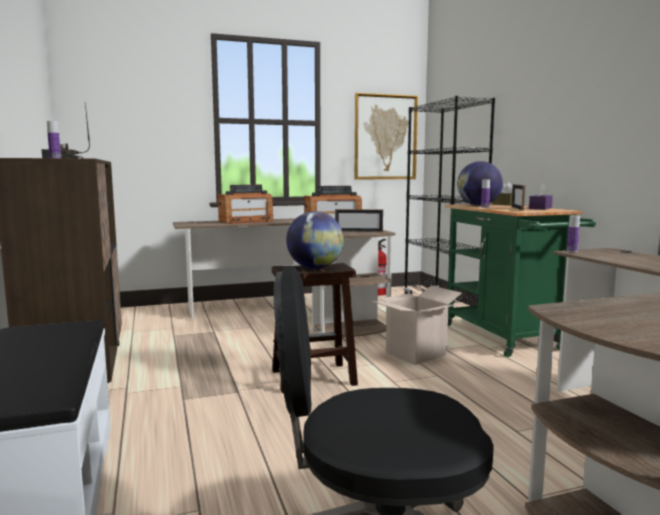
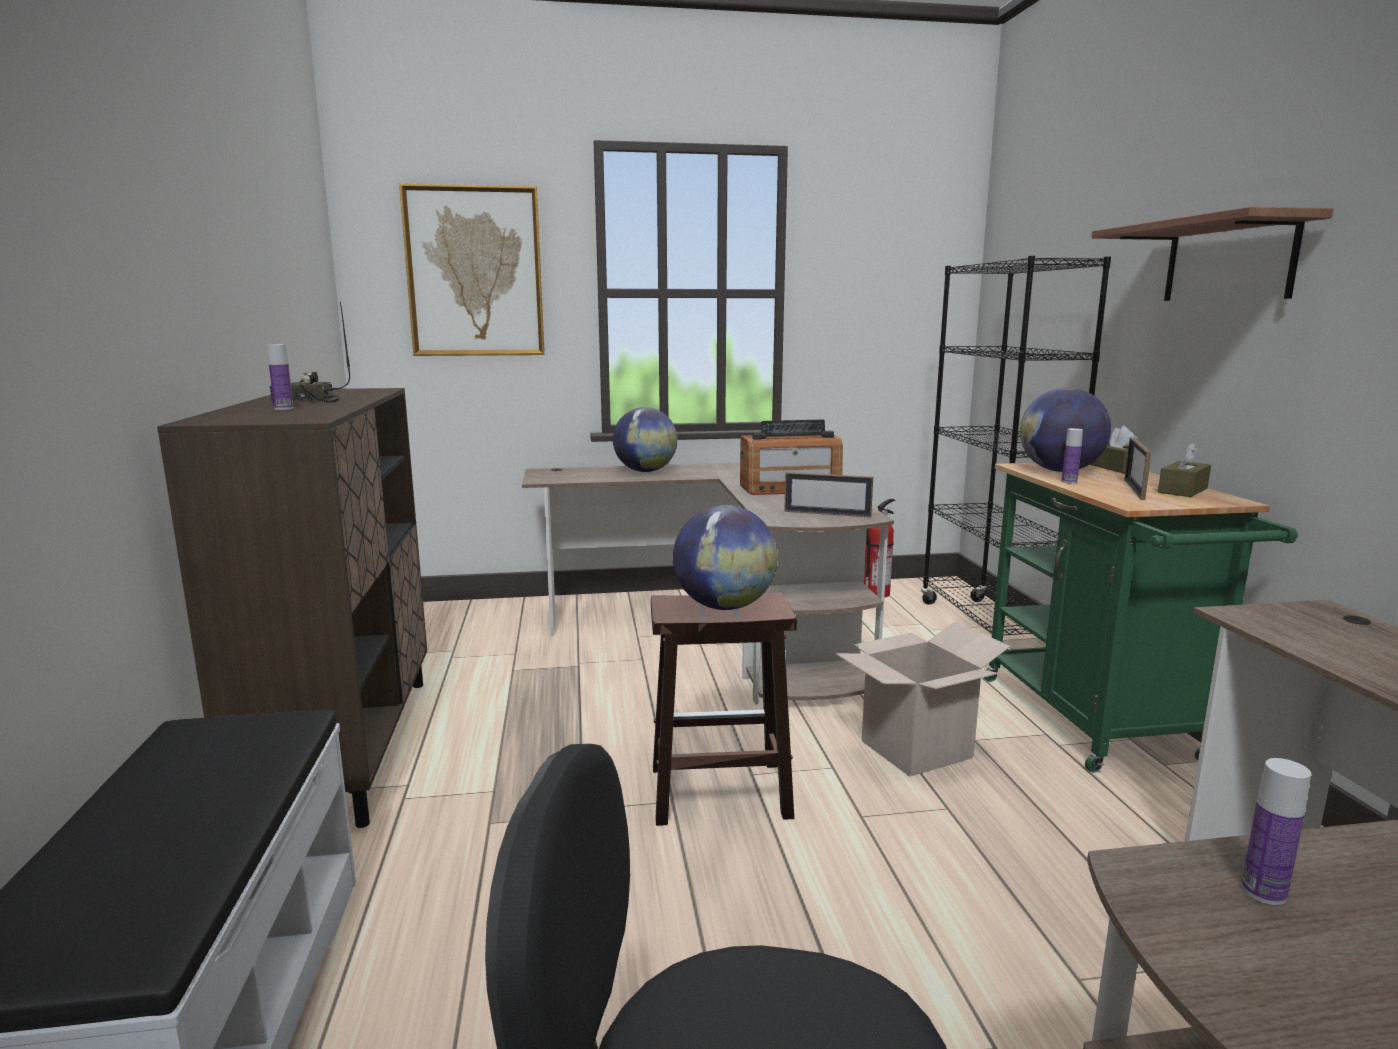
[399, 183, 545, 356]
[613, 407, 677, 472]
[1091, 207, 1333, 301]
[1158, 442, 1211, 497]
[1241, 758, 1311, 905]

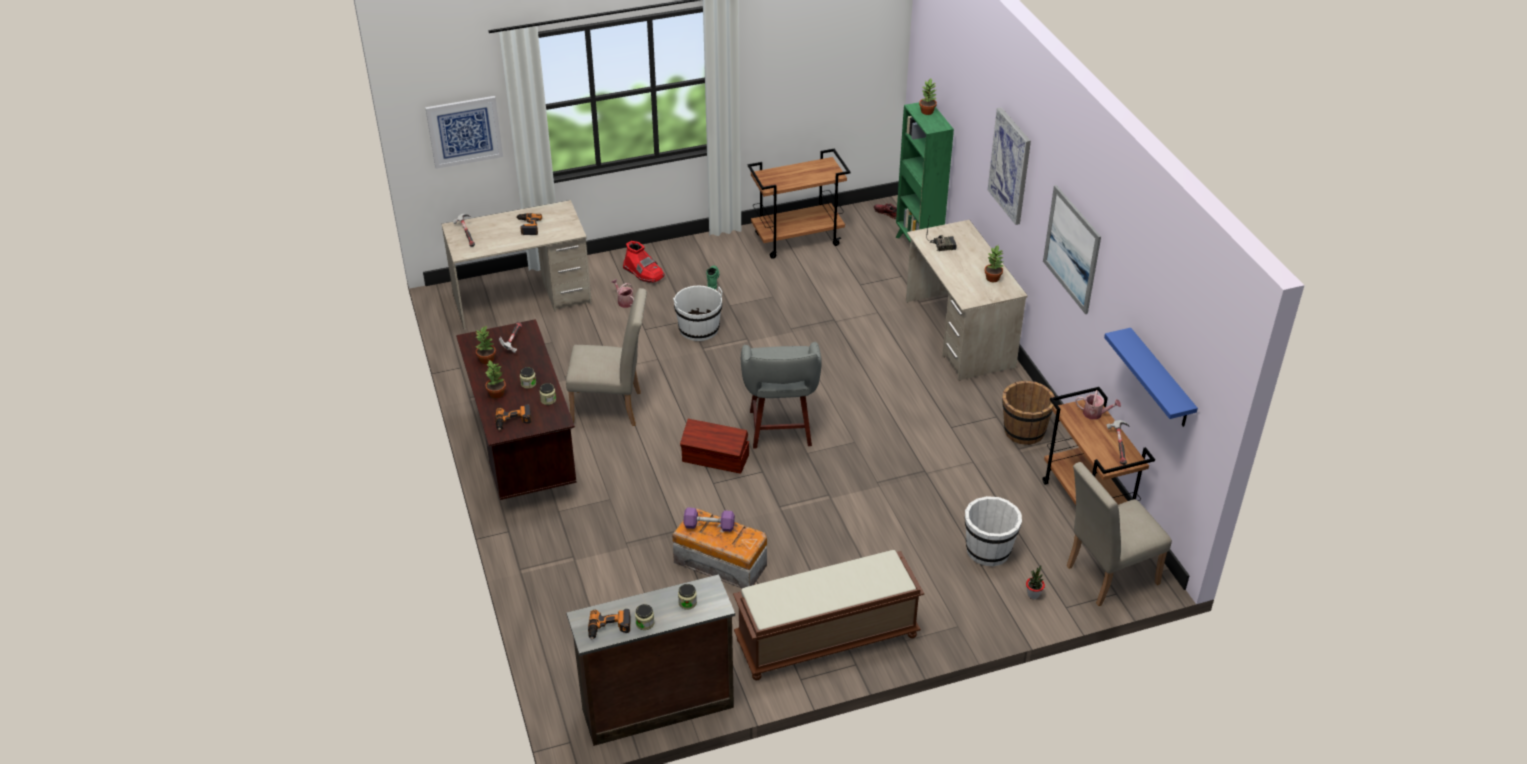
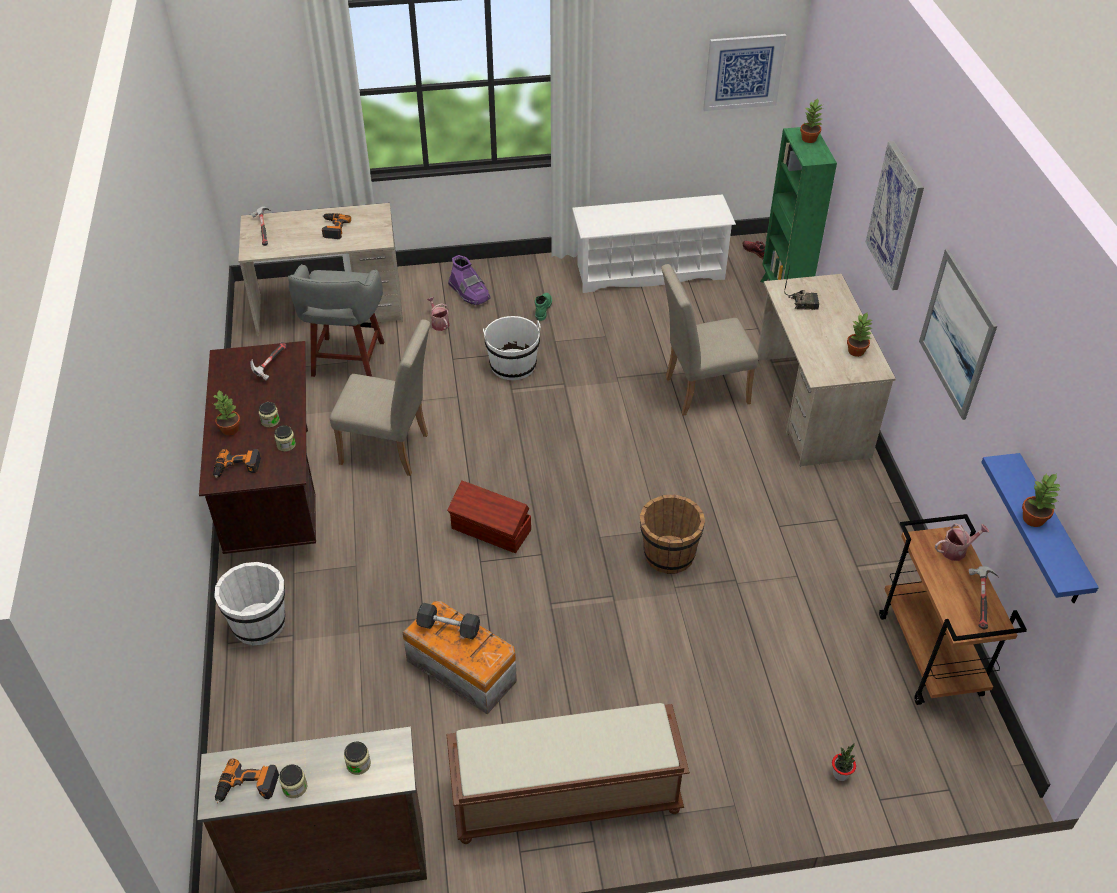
[214, 562, 285, 645]
[288, 264, 384, 377]
[416, 603, 480, 639]
[448, 255, 491, 305]
[572, 194, 736, 293]
[640, 495, 705, 574]
[661, 264, 758, 416]
[703, 34, 786, 111]
[935, 523, 989, 561]
[1022, 473, 1060, 527]

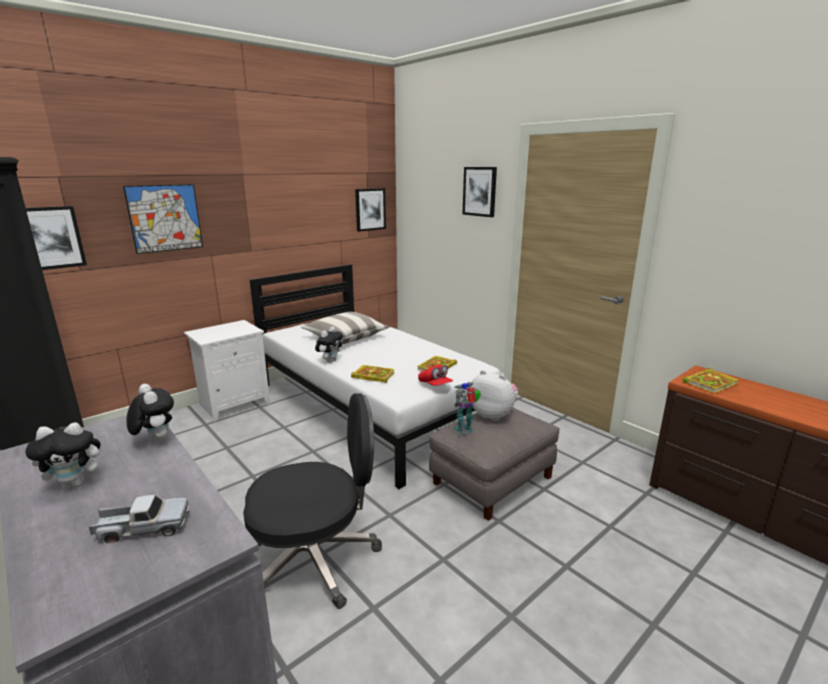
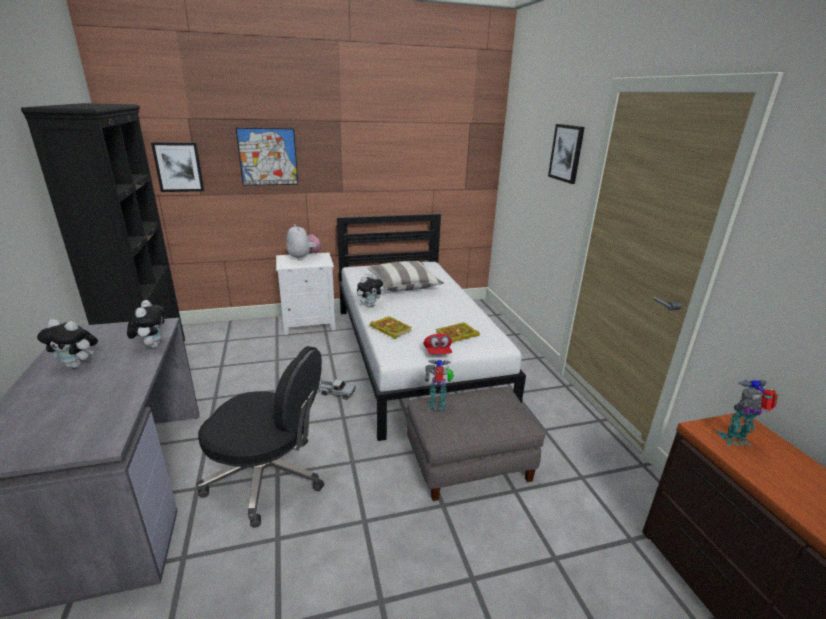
[286, 224, 321, 260]
[318, 379, 356, 400]
[717, 380, 778, 446]
[355, 188, 386, 232] (first image)

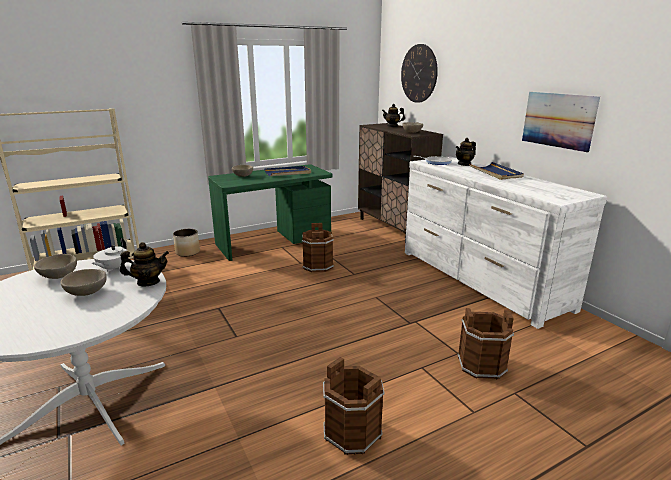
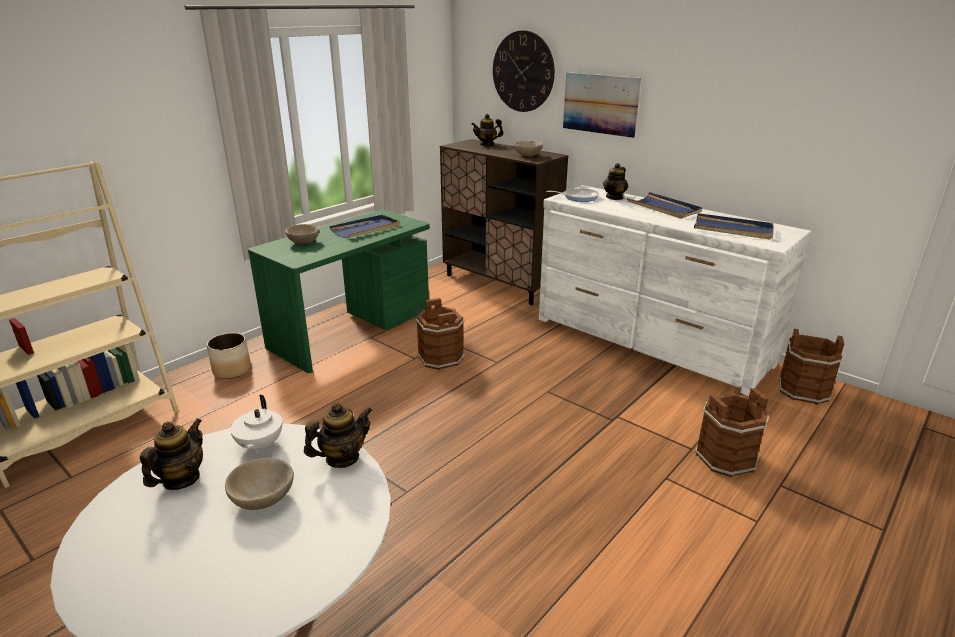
[140, 418, 203, 490]
[563, 72, 641, 138]
[694, 213, 774, 240]
[779, 329, 844, 405]

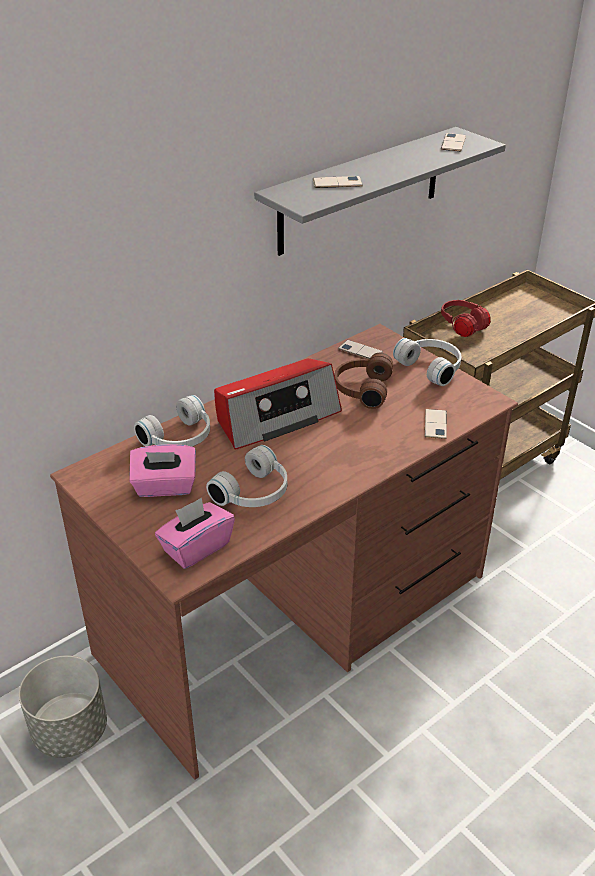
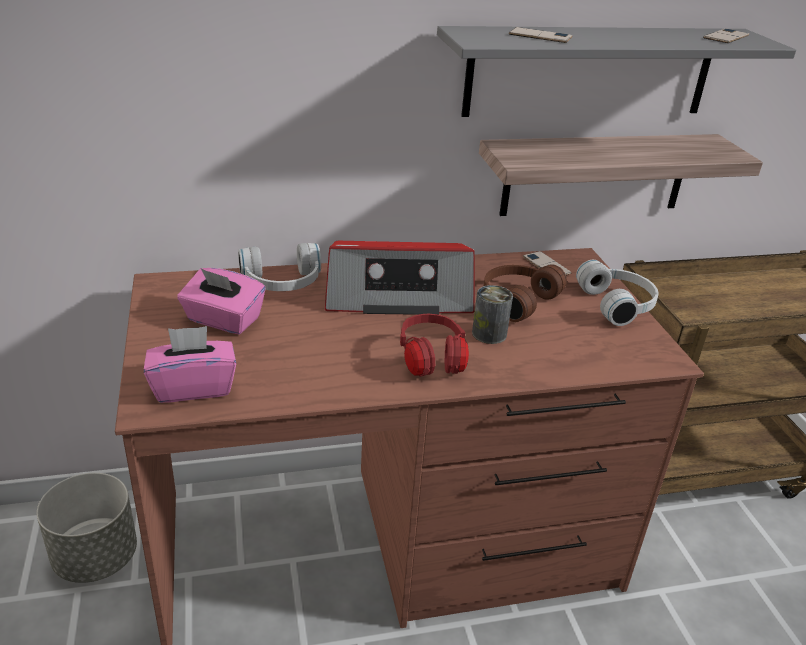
[400, 314, 469, 377]
[472, 285, 513, 344]
[479, 134, 763, 216]
[206, 445, 287, 507] (first image)
[425, 409, 447, 439] (first image)

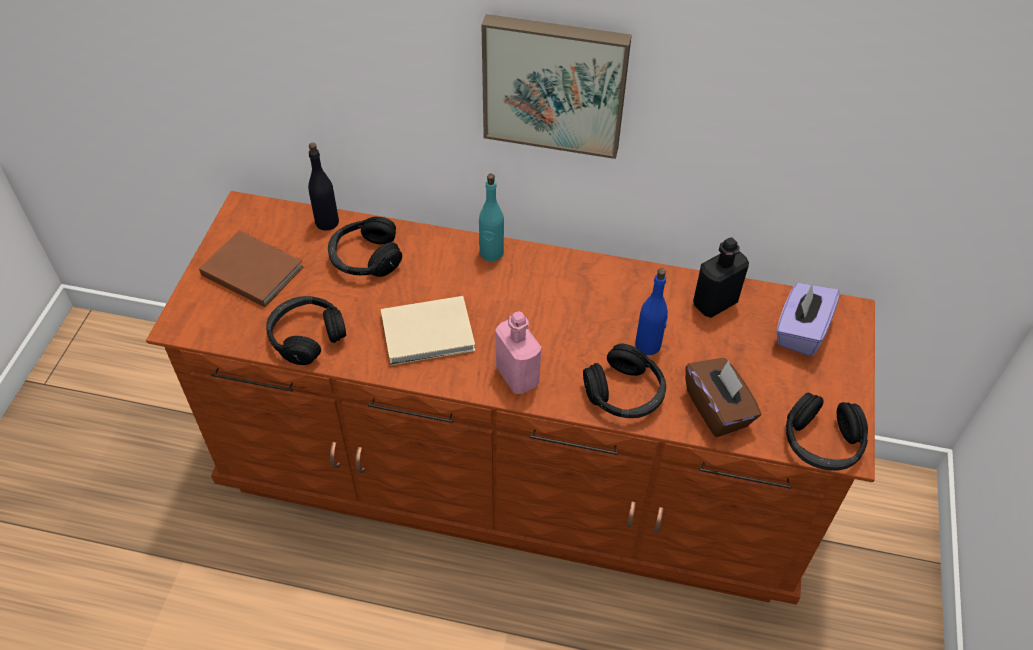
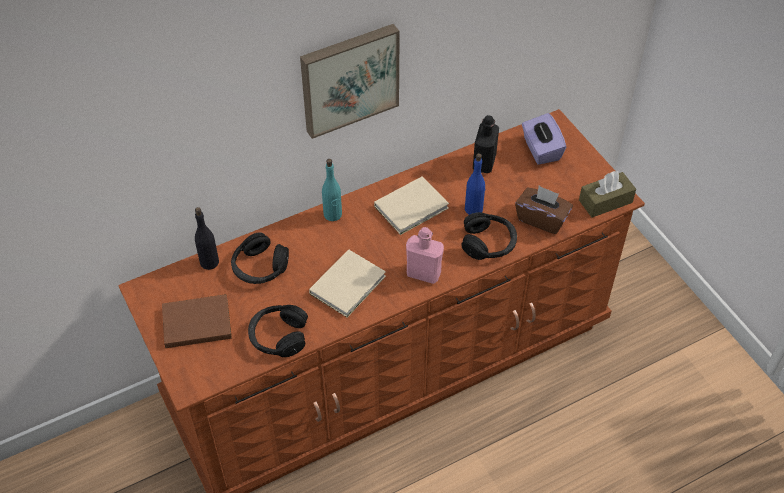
[374, 176, 449, 235]
[579, 171, 636, 218]

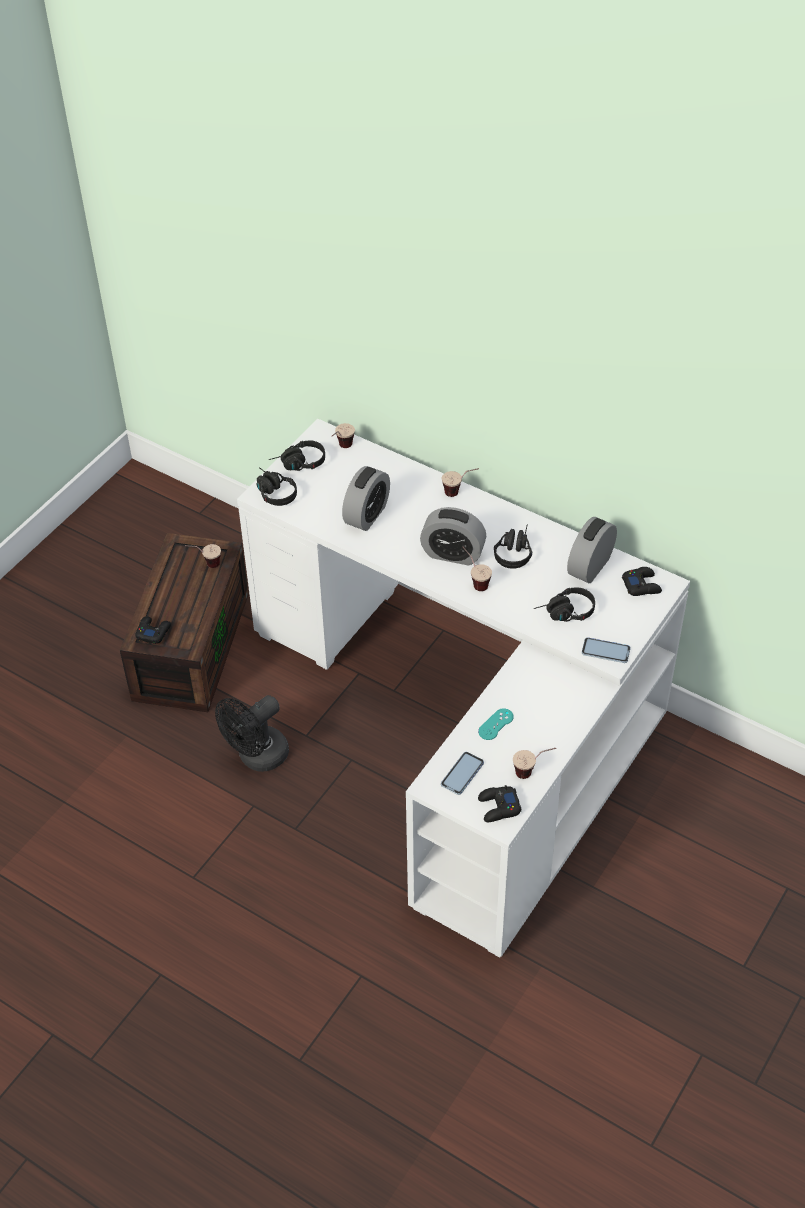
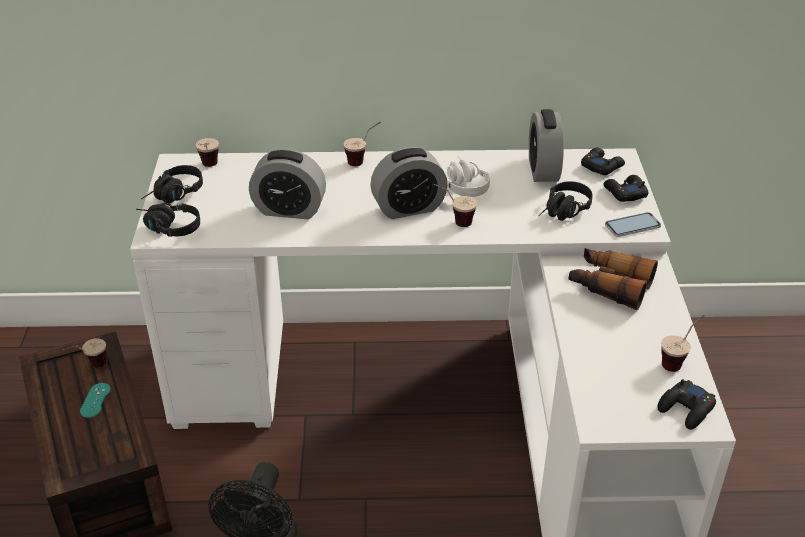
[80, 383, 111, 418]
[249, 149, 326, 219]
[447, 156, 490, 197]
[568, 248, 658, 310]
[604, 175, 648, 202]
[441, 752, 484, 795] (first image)

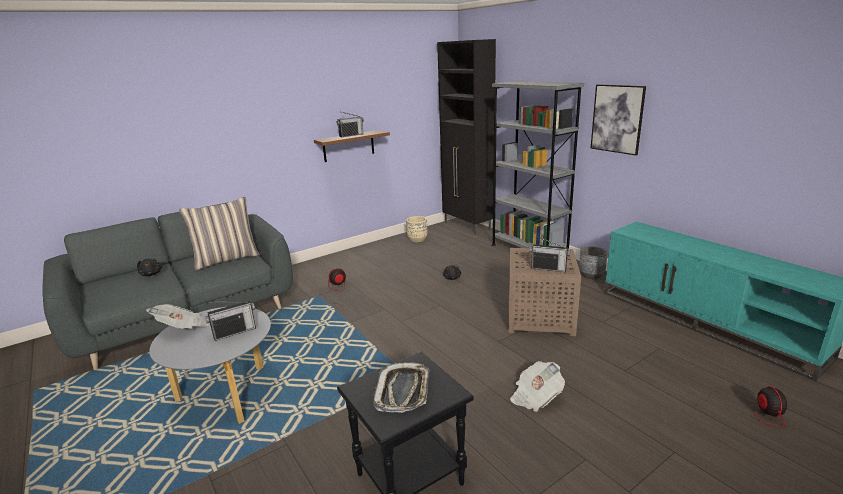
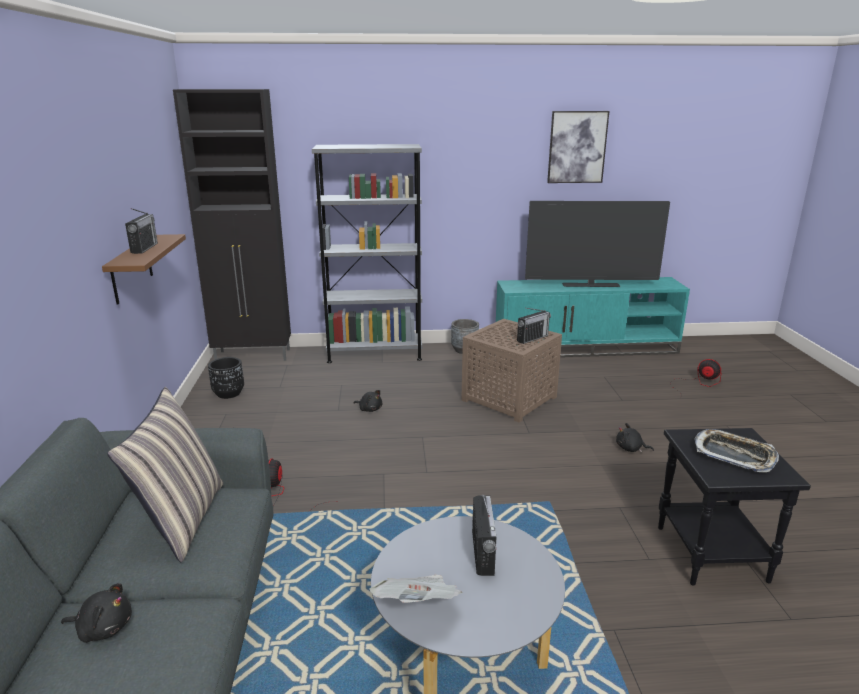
[208, 357, 244, 399]
[525, 201, 670, 287]
[547, 111, 609, 183]
[616, 423, 654, 453]

